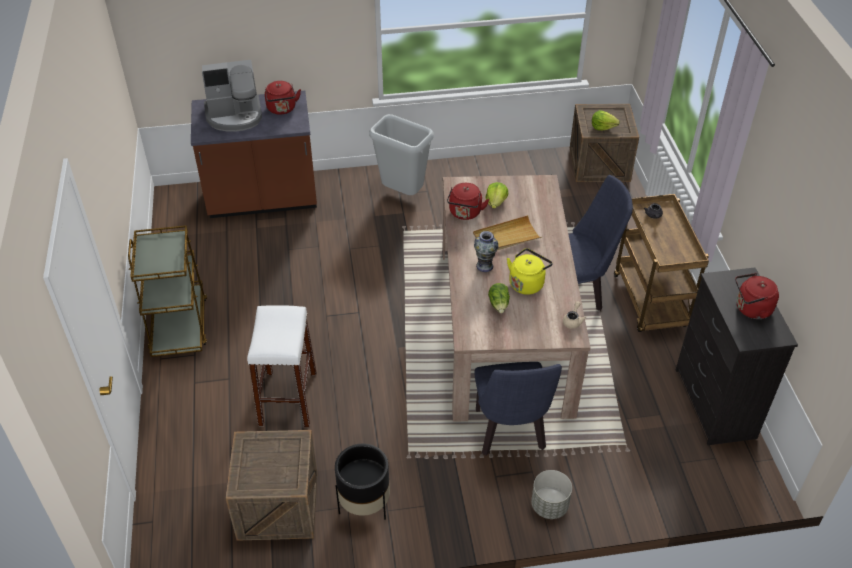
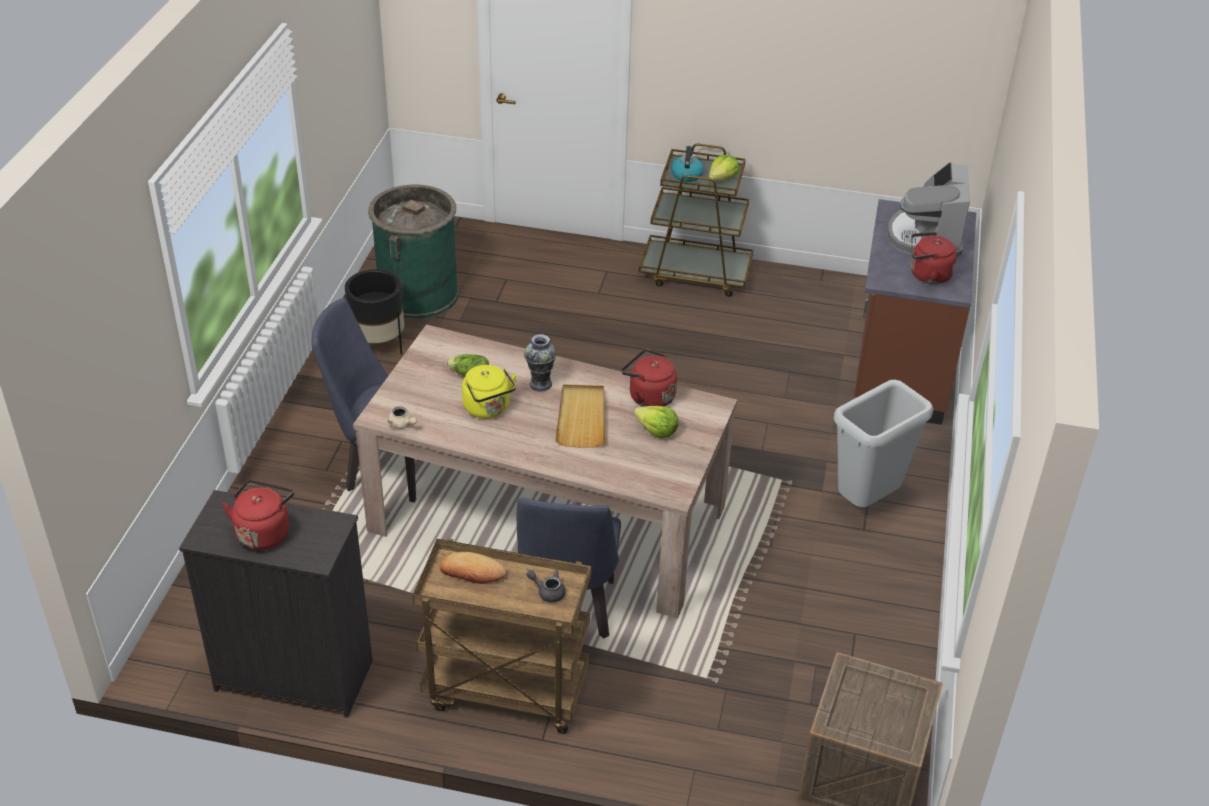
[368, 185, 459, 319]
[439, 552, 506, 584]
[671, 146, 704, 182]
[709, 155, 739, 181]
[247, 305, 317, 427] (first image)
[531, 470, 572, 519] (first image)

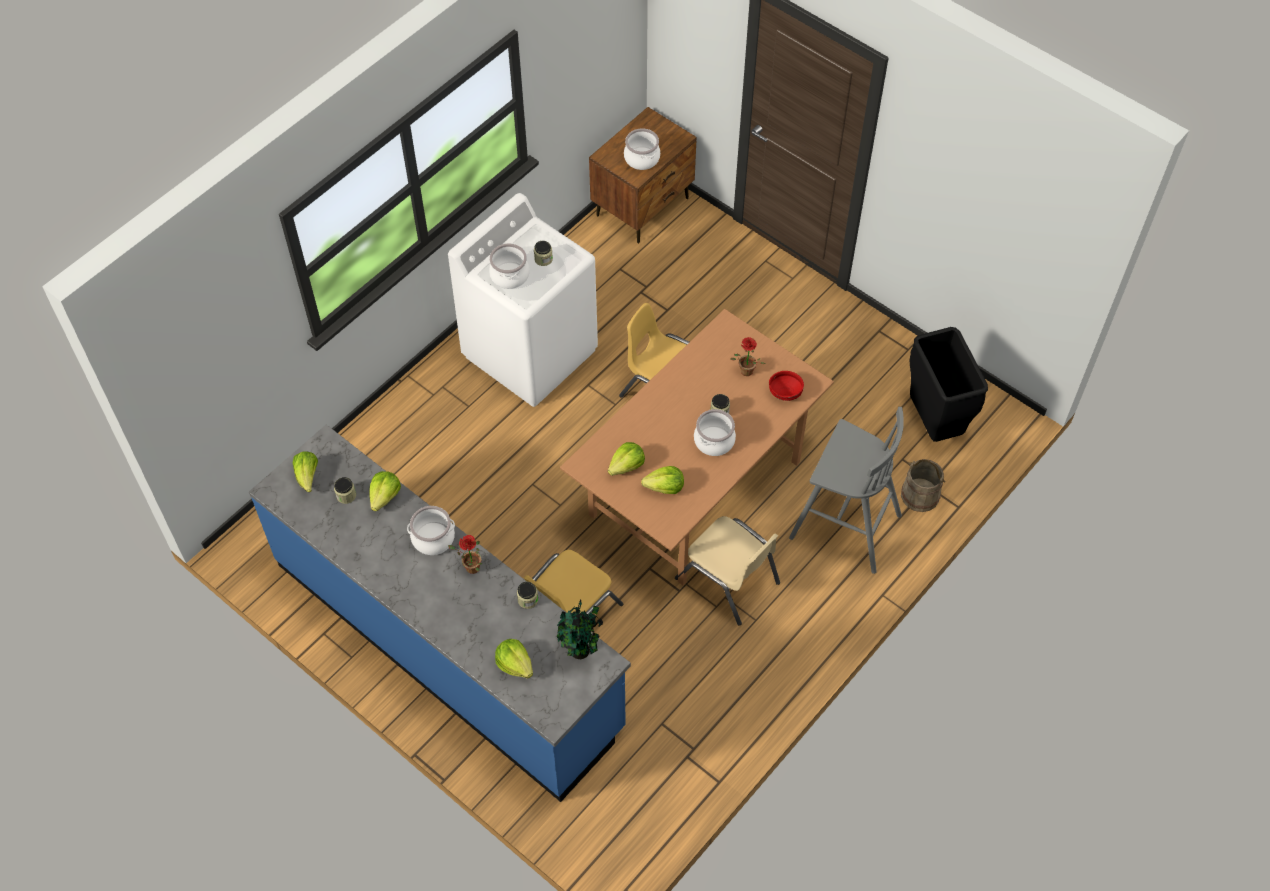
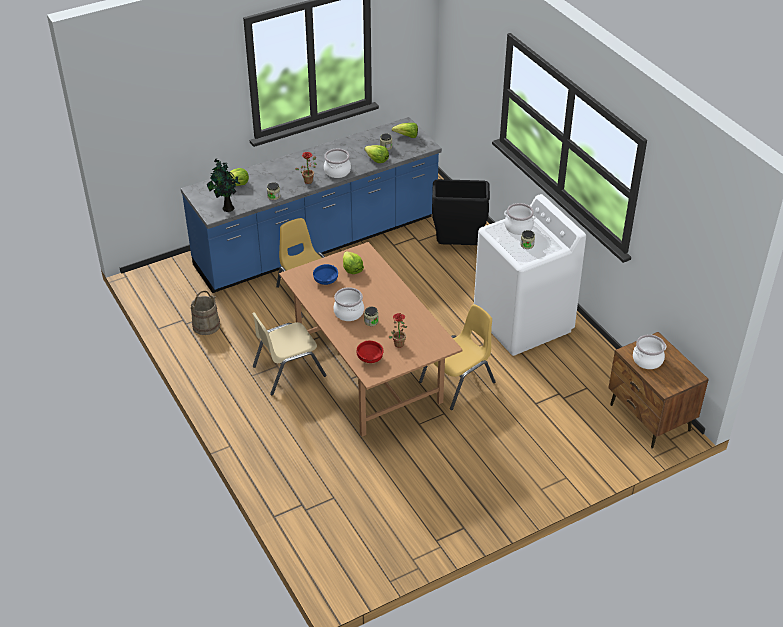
[190, 291, 220, 335]
[313, 264, 338, 285]
[432, 179, 490, 245]
[789, 407, 904, 574] (first image)

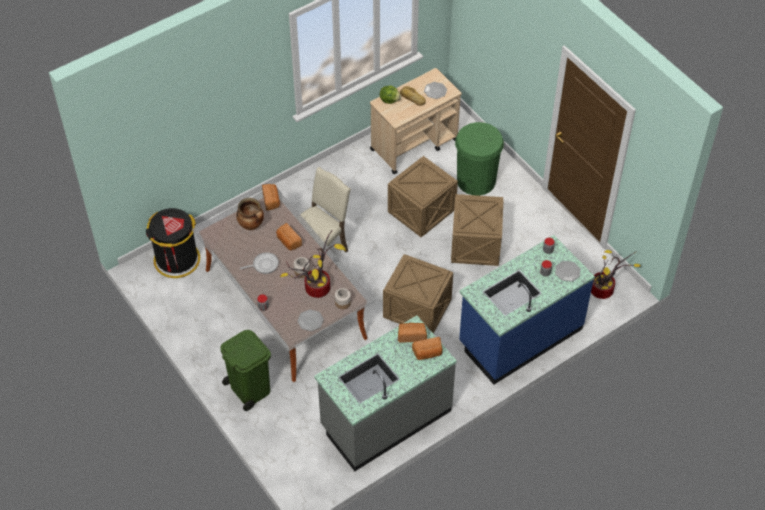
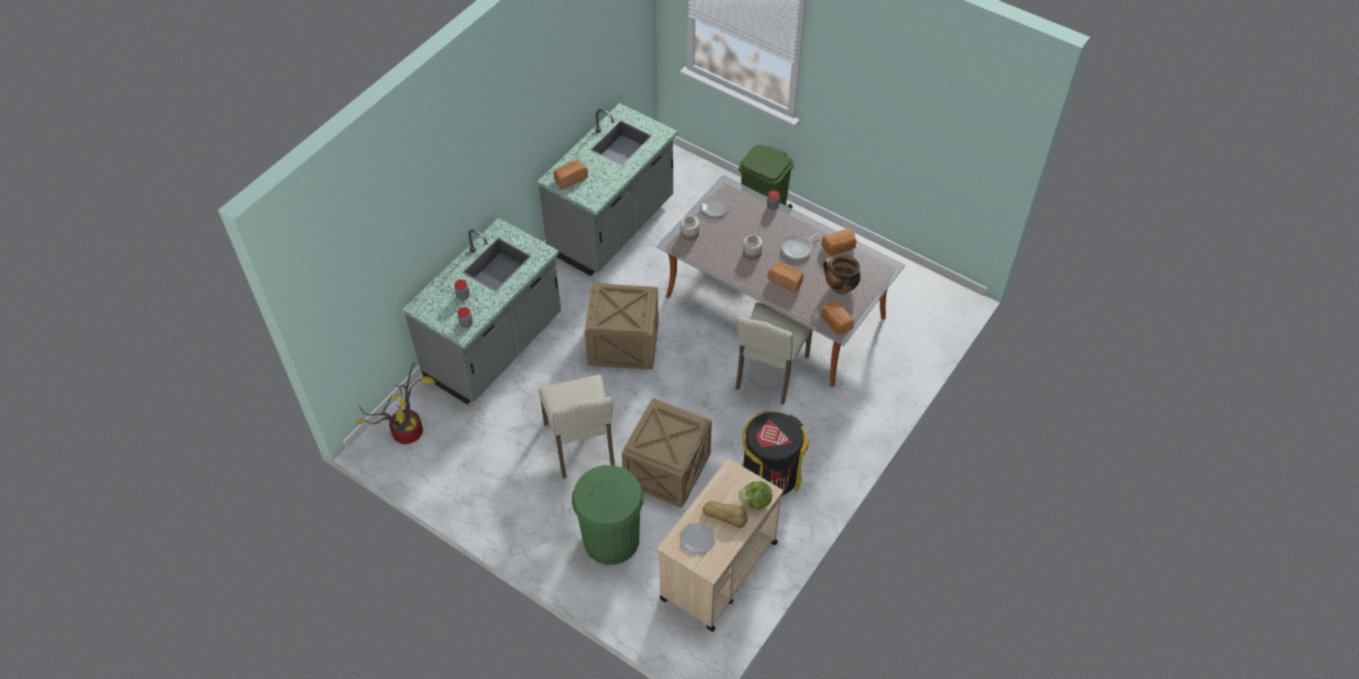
[403, 218, 561, 405]
[538, 374, 615, 479]
[741, 410, 809, 496]
[821, 228, 857, 256]
[280, 230, 346, 298] (first image)
[555, 261, 580, 282] (first image)

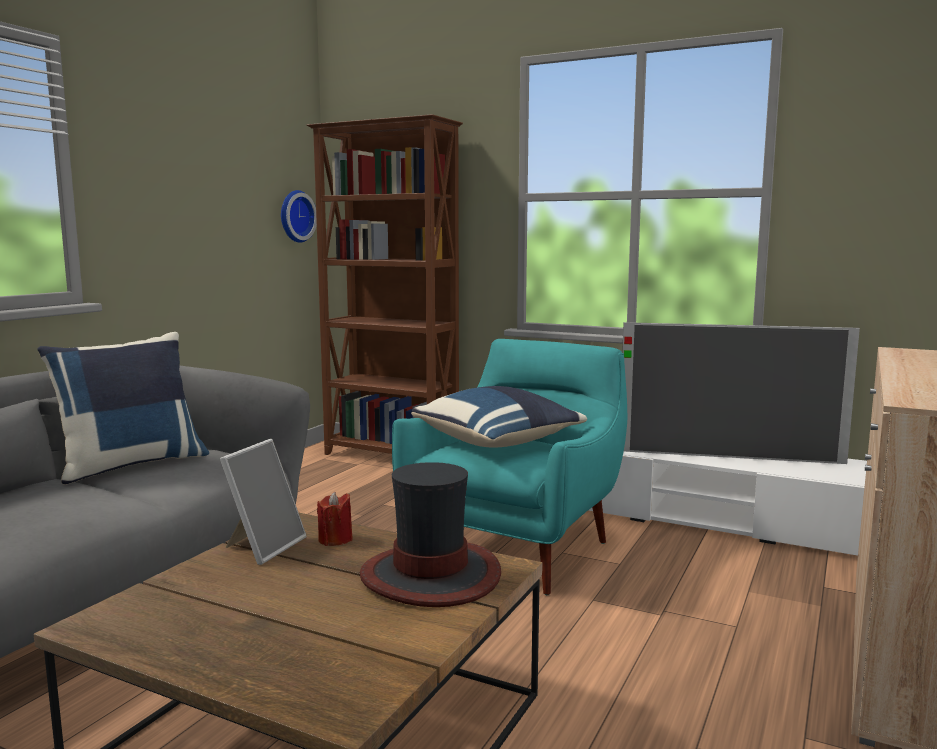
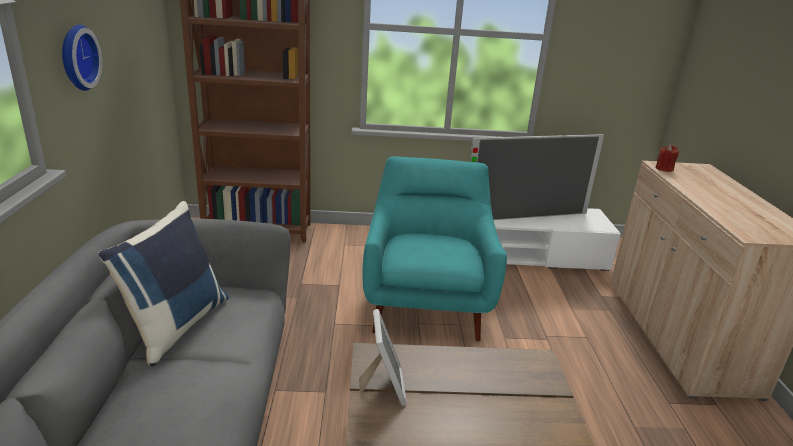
[62, 25, 102, 91]
[655, 145, 679, 172]
[360, 462, 501, 607] (first image)
[411, 386, 587, 448] (first image)

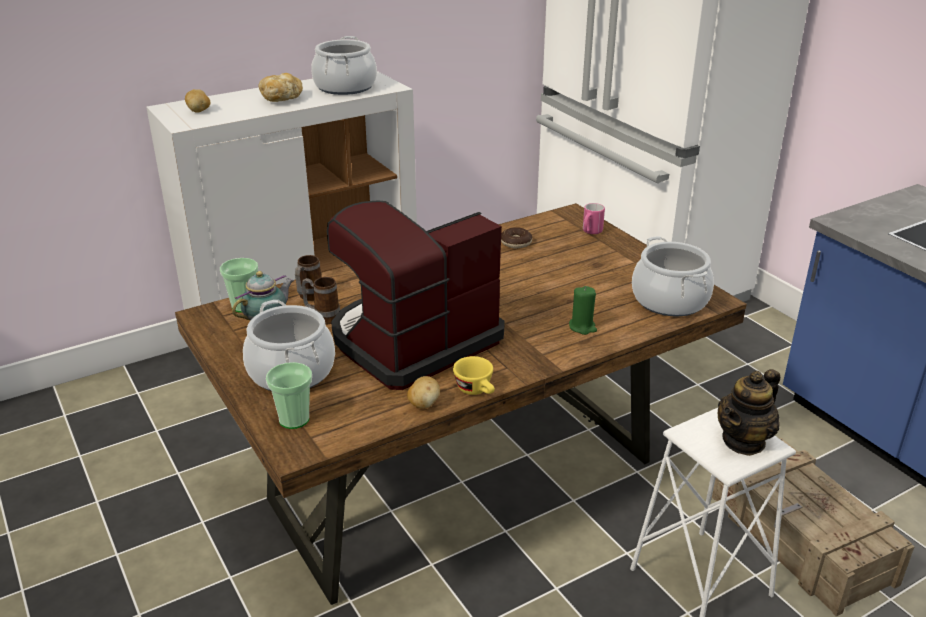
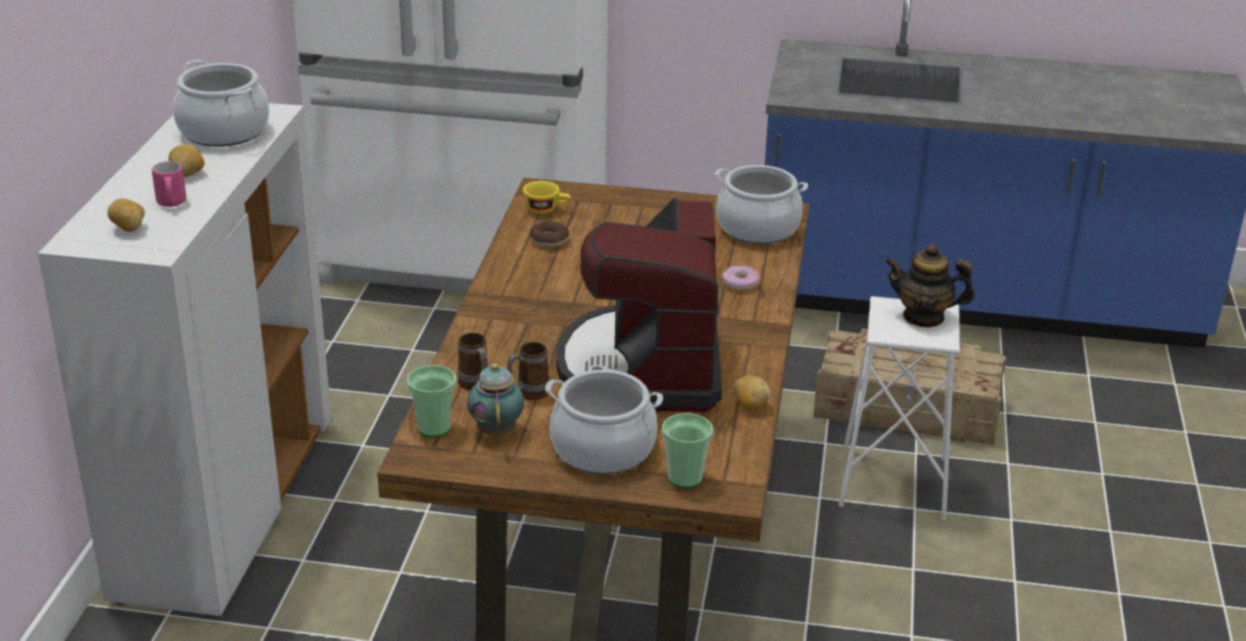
[152, 161, 186, 207]
[168, 144, 204, 177]
[523, 181, 571, 214]
[723, 266, 759, 291]
[885, 244, 974, 328]

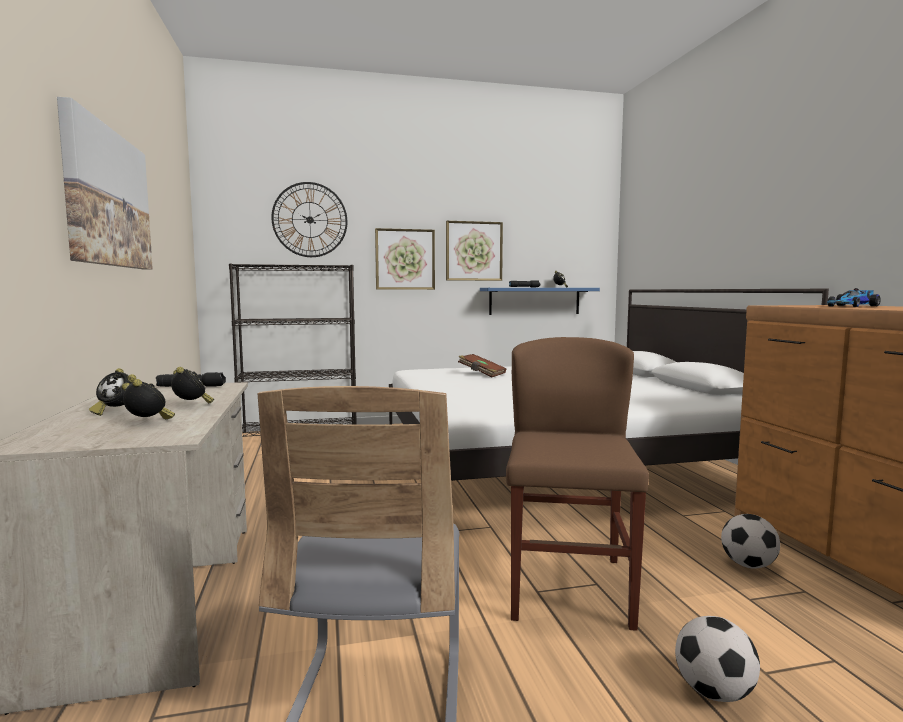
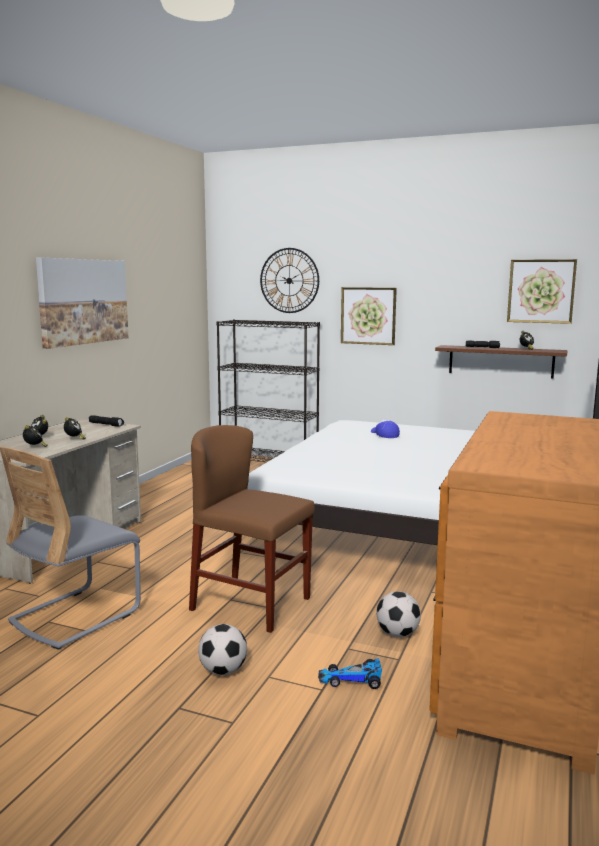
[189, 425, 315, 633]
[318, 658, 382, 689]
[371, 419, 400, 438]
[435, 345, 568, 379]
[507, 259, 577, 324]

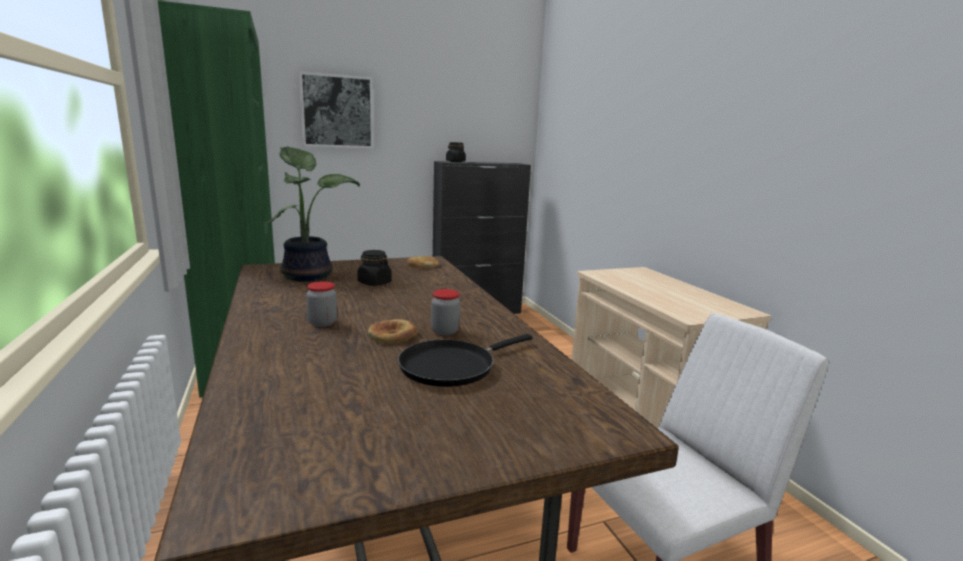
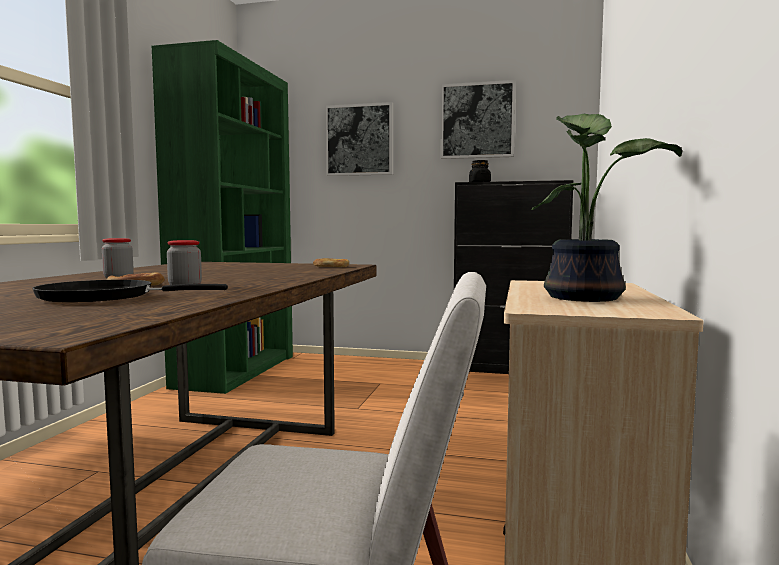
[440, 80, 516, 159]
[532, 114, 682, 302]
[357, 250, 392, 286] (first image)

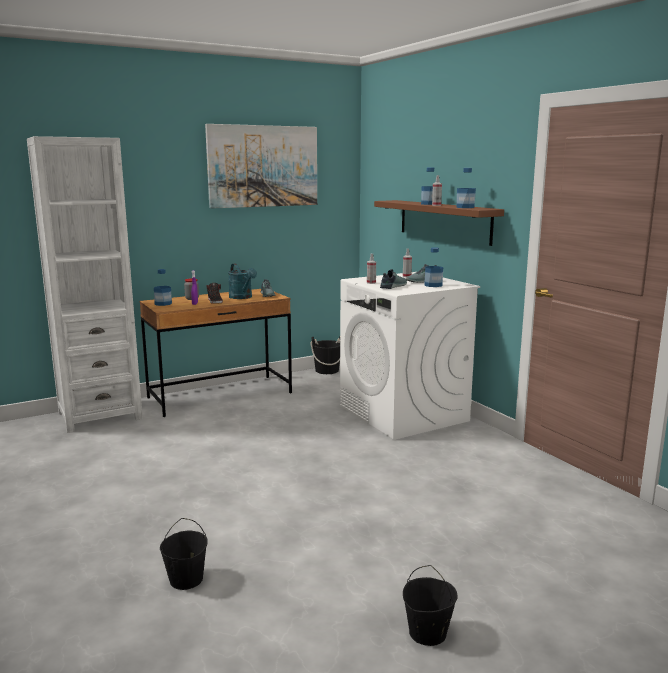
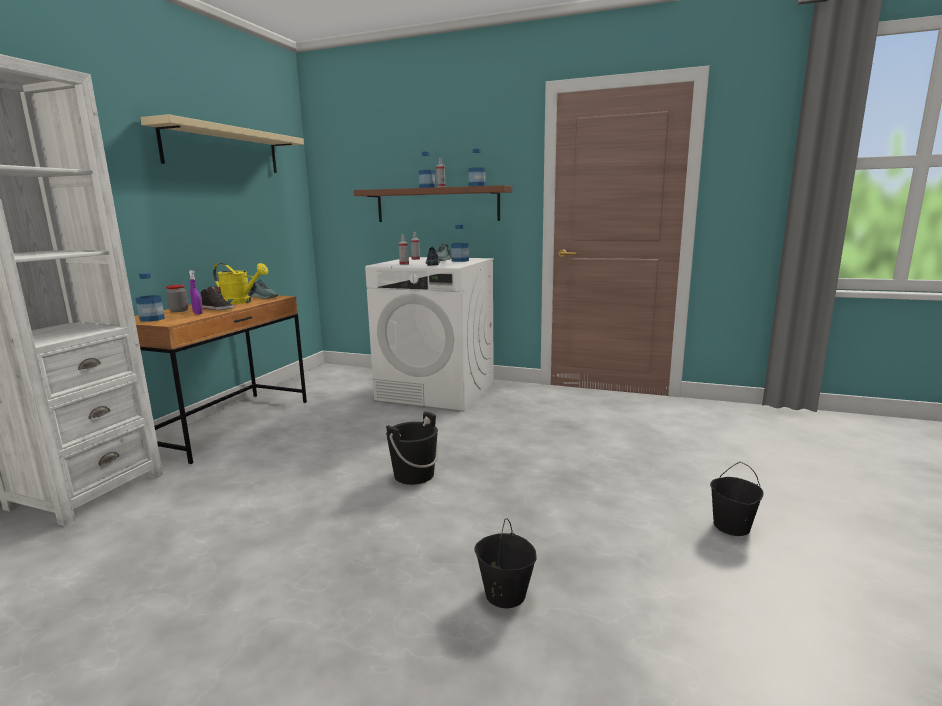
[140, 114, 304, 173]
[213, 263, 268, 304]
[386, 412, 438, 485]

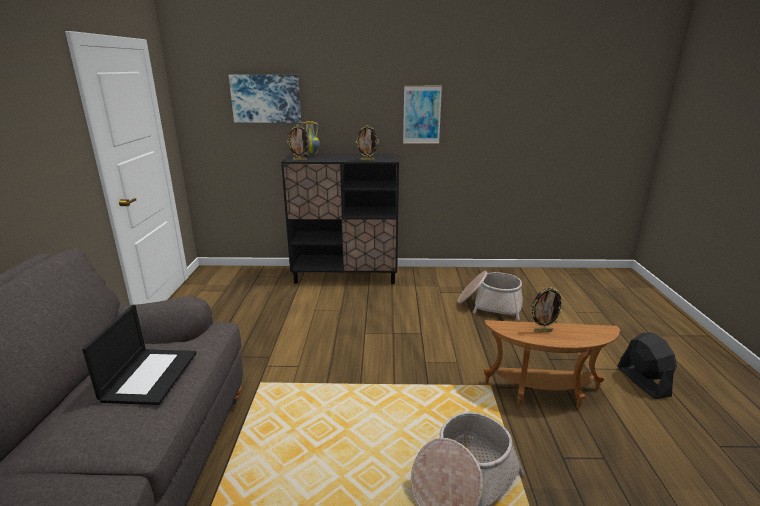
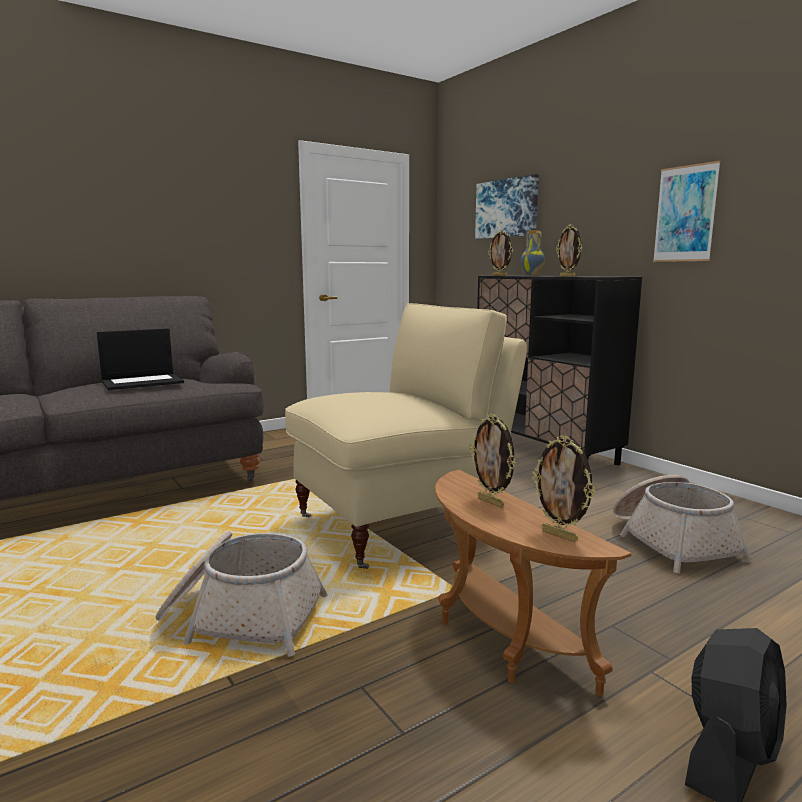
[285, 303, 527, 569]
[532, 435, 595, 542]

